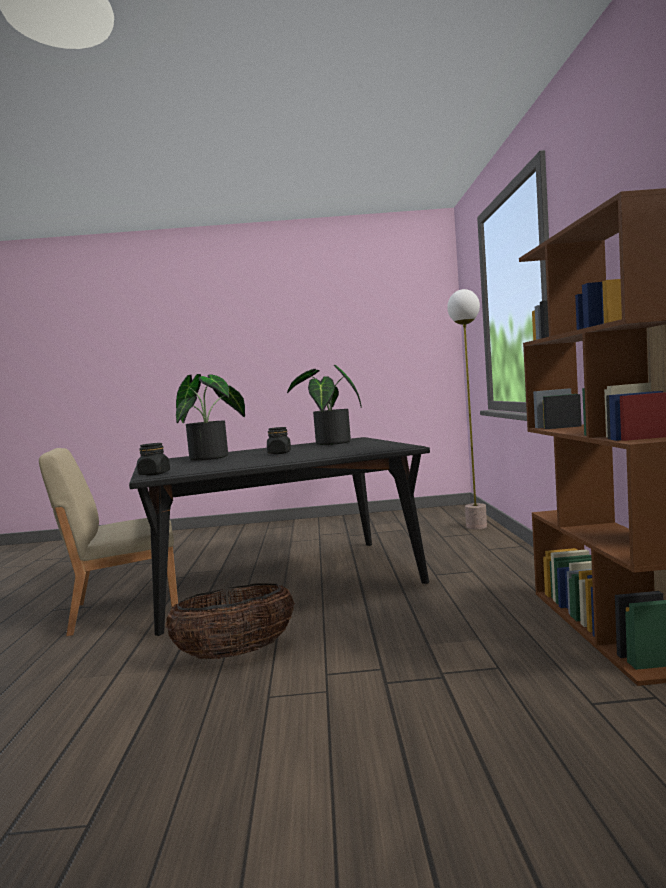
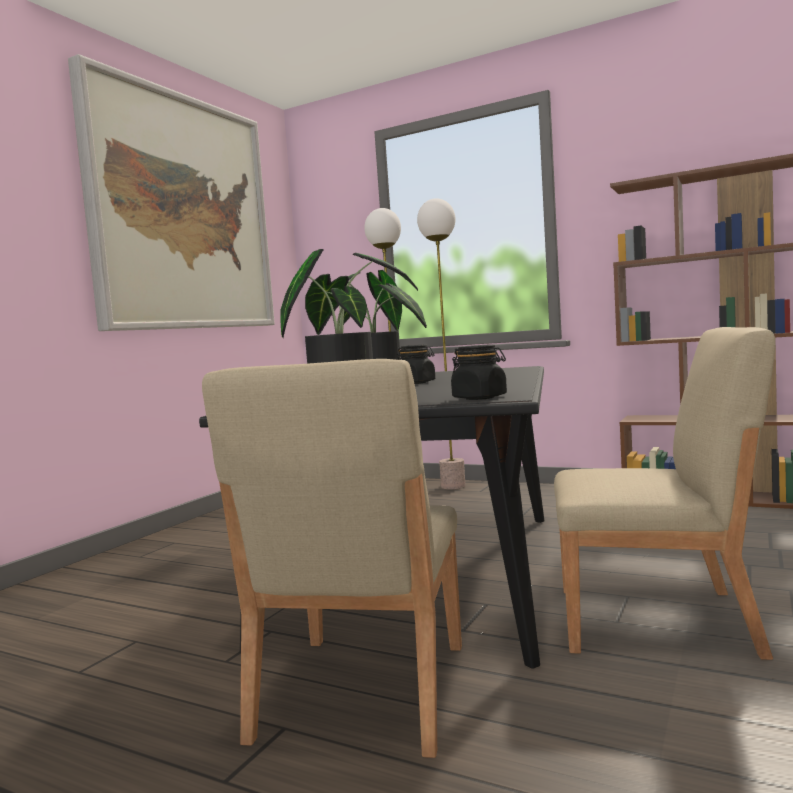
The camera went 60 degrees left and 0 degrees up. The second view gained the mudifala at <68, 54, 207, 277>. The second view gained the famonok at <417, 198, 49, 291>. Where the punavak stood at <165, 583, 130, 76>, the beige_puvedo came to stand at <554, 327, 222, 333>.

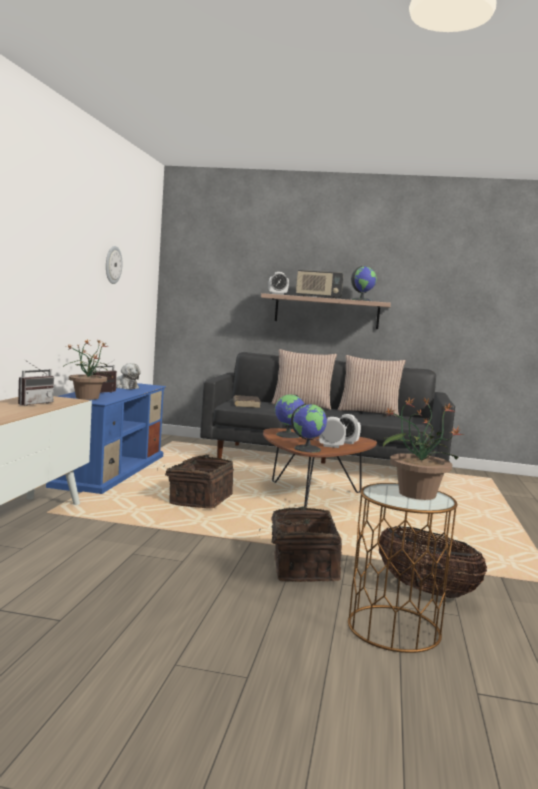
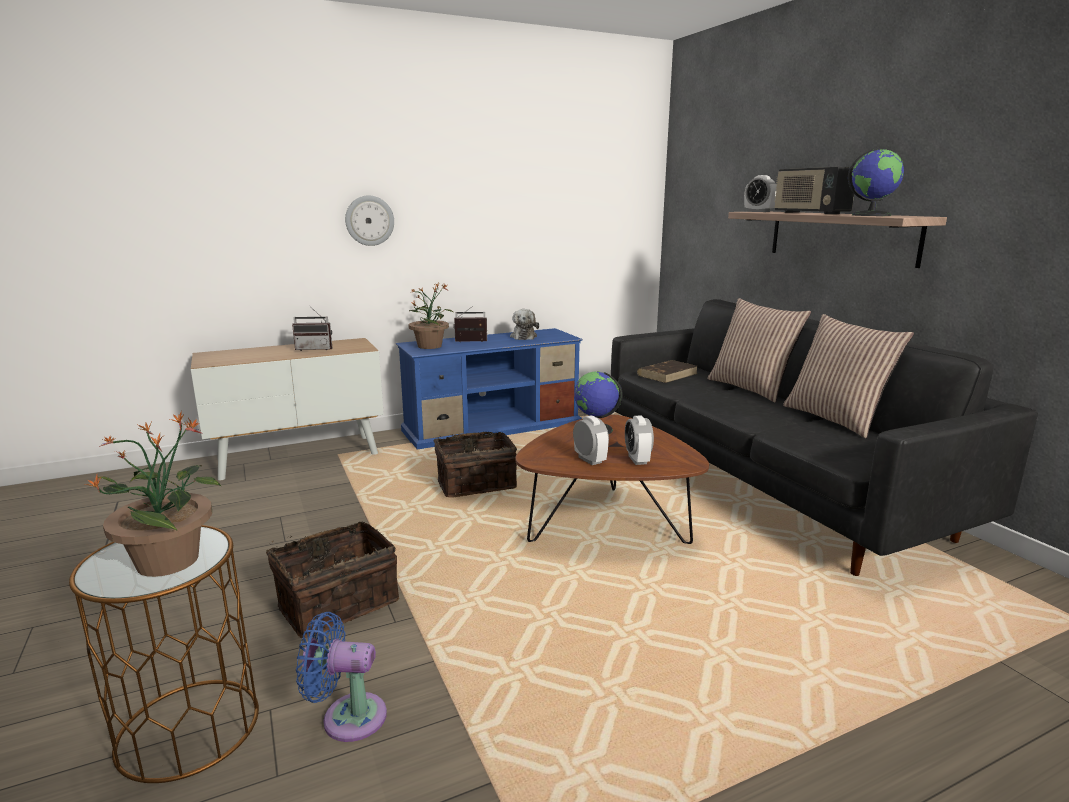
The camera went 55 degrees right and 10 degrees up. Where the punavak stood at <378, 526, 109, 72>, the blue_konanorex came to stand at <296, 612, 91, 130>. The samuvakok ended up elsewhere, having gone from <106, 246, 16, 38> to <345, 195, 49, 51>. The second view lost the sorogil at <291, 404, 36, 48>.

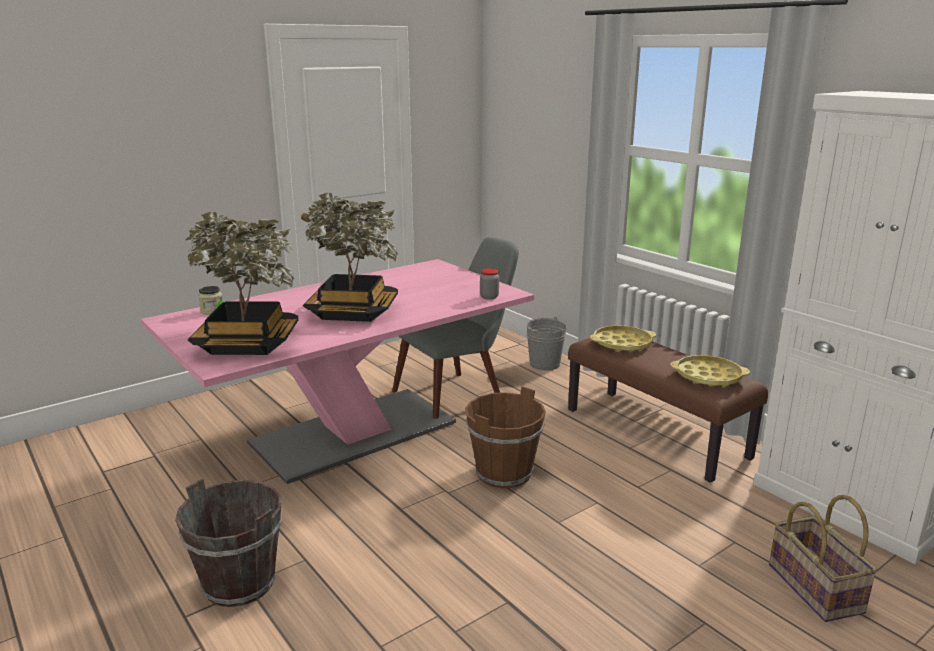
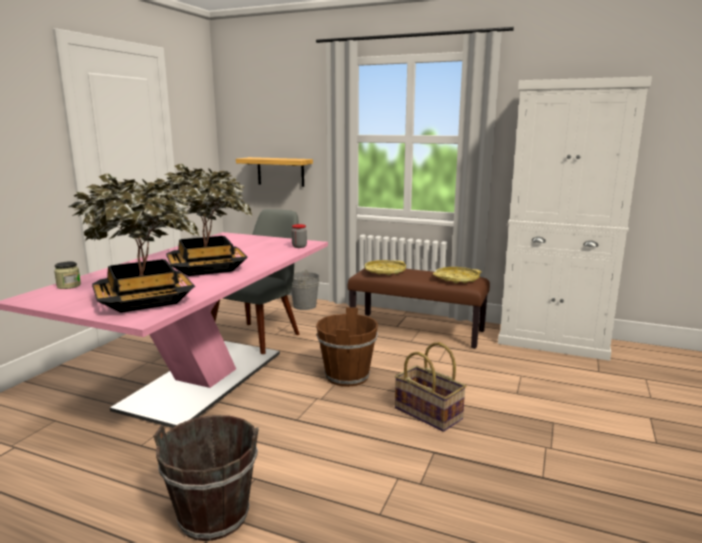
The camera went 30 degrees left and 5 degrees down. The second view gained the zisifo at <236, 157, 77, 30>. The punavak ended up elsewhere, having gone from <769, 495, 109, 127> to <395, 342, 71, 90>.

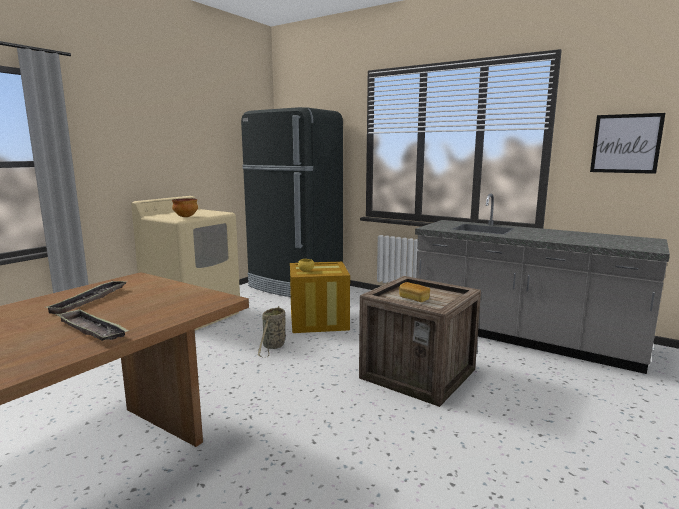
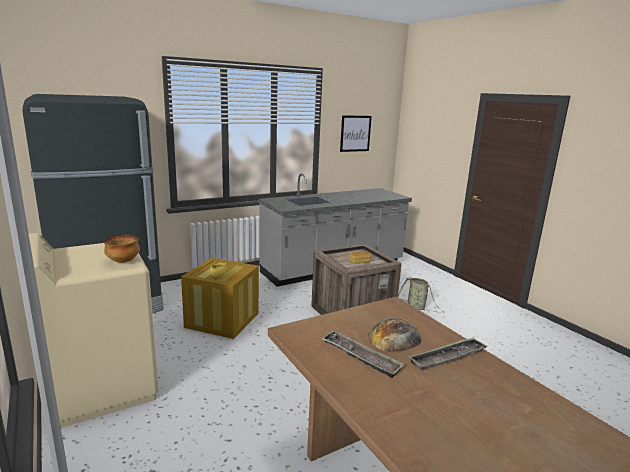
The camera went 65 degrees left and 5 degrees up. The second view gained the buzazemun at <367, 318, 54, 34>. The punavak ended up elsewhere, having gone from <258, 306, 28, 52> to <398, 277, 46, 36>.

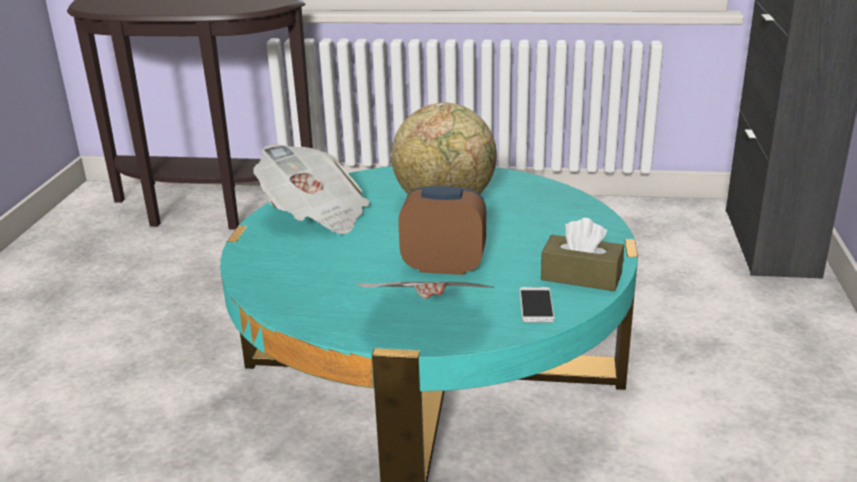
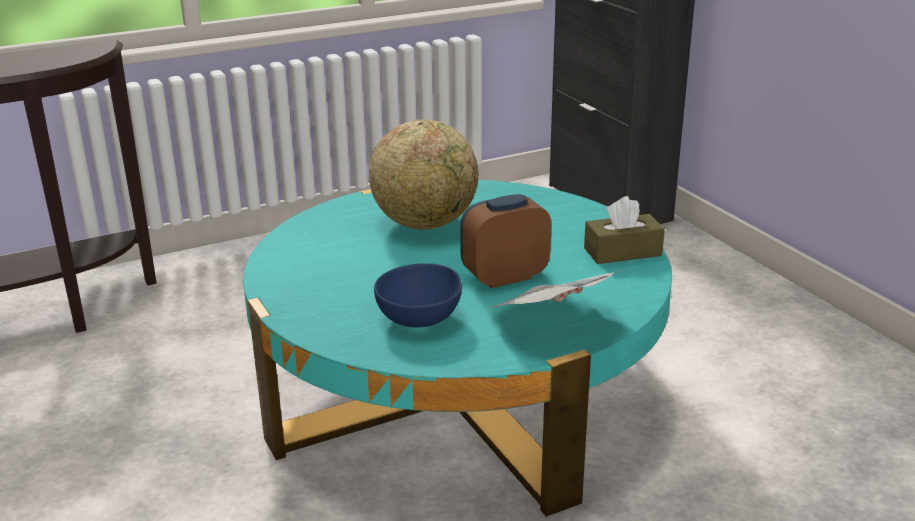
The camera went 35 degrees left and 0 degrees up. The second view gained the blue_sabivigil at <374, 263, 88, 64>. The second view lost the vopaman at <253, 144, 116, 90>. The second view lost the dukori at <519, 287, 36, 35>.

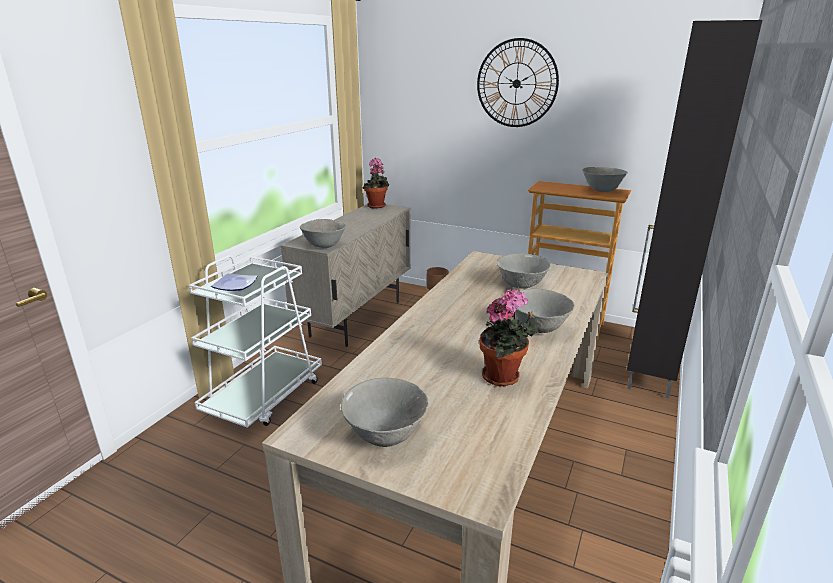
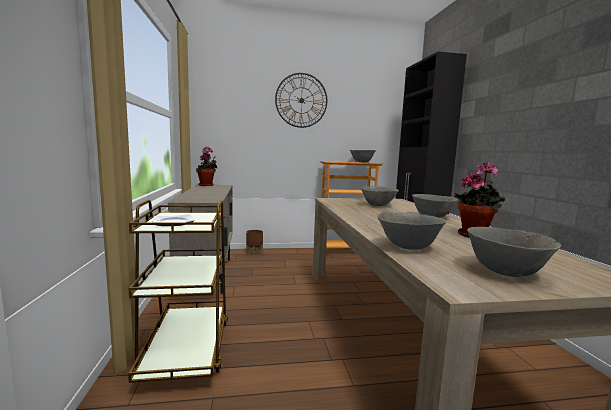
The camera went 35 degrees left and 15 degrees down. What was the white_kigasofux at <189, 255, 133, 173> turned into the brown_kigasofux at <128, 200, 100, 183>. The grey_sabivigil ended up elsewhere, having gone from <300, 219, 46, 29> to <377, 212, 69, 38>.

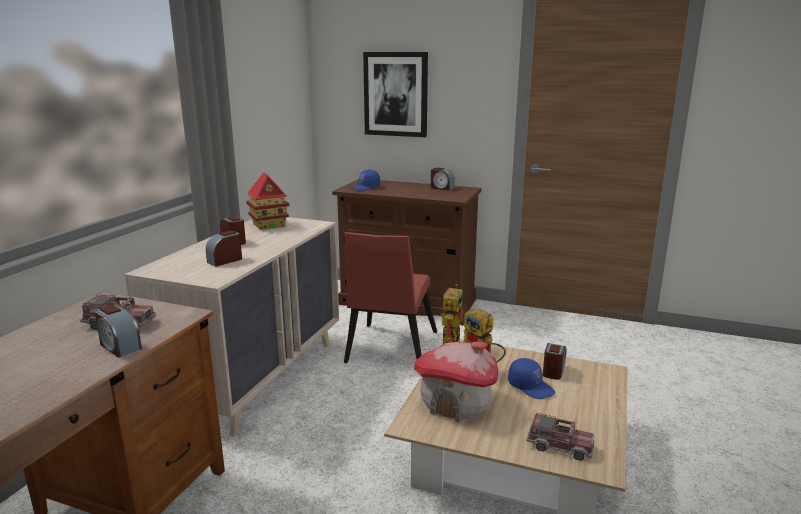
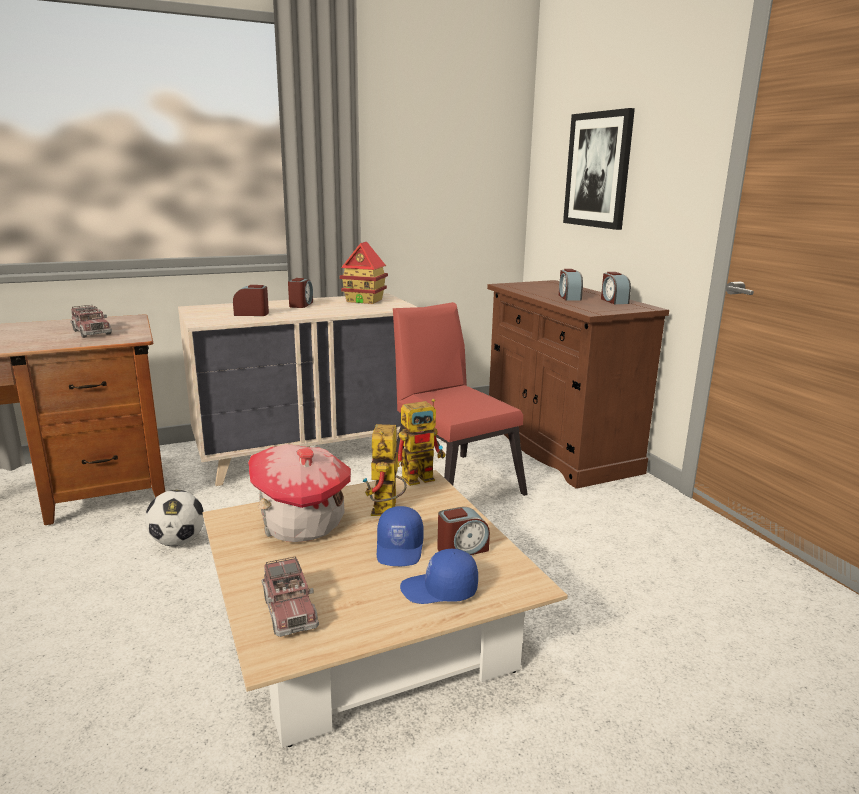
The camera went 45 degrees right and 0 degrees up. The second view gained the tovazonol at <145, 490, 59, 56>. The red_puvedo at <344, 232, 93, 131> ended up facing another way, 90 degrees clockwise from before. The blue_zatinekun ended up elsewhere, having gone from <352, 169, 28, 22> to <400, 549, 78, 55>. The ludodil ended up elsewhere, having gone from <95, 304, 47, 54> to <559, 269, 24, 31>.

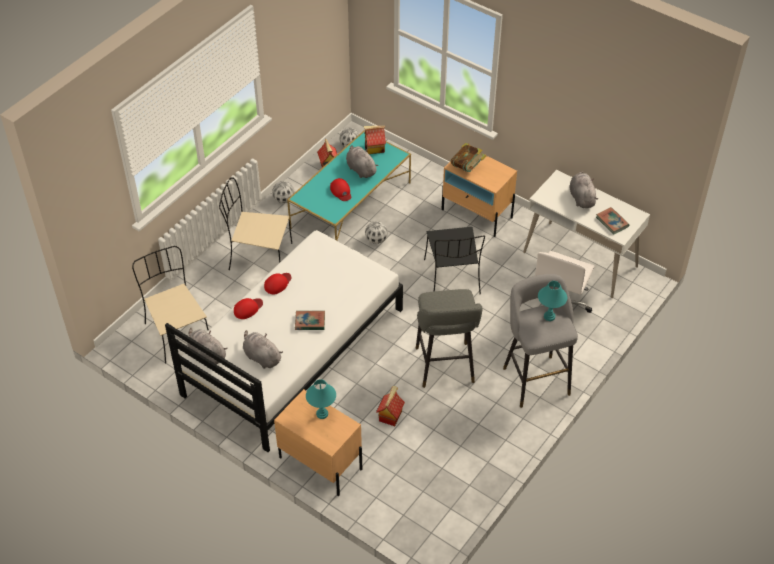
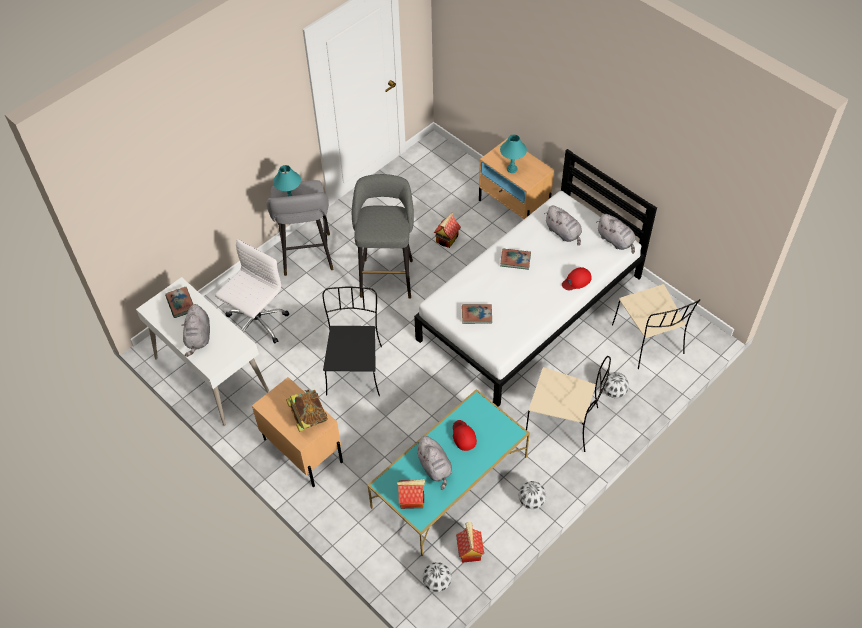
The camera went 170 degrees left and 5 degrees up. The second view gained the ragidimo at <462, 304, 30, 20>. The tovazonol ended up elsewhere, having gone from <365, 221, 23, 23> to <603, 372, 26, 26>. The second view lost the red_zatinekun at <264, 273, 27, 21>.

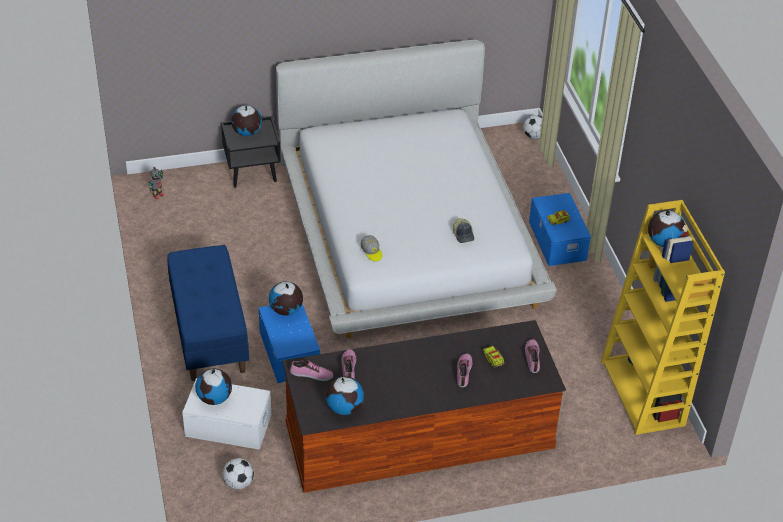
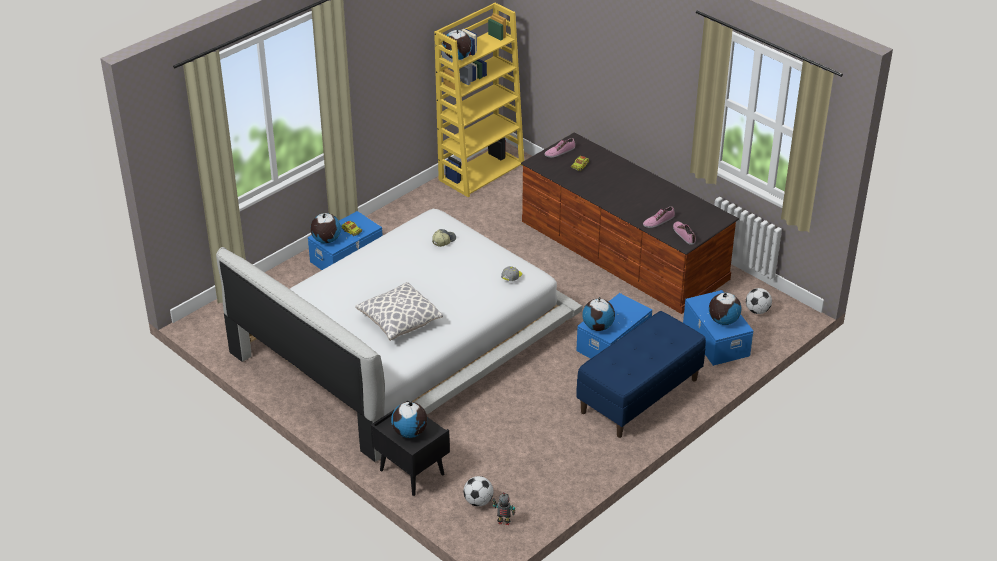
The camera went 120 degrees left and 5 degrees down. The sorogil ended up elsewhere, having gone from <325, 376, 39, 39> to <310, 213, 31, 31>. The second view gained the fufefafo at <355, 282, 88, 59>. The tovazonol ended up elsewhere, having gone from <523, 115, 19, 24> to <463, 476, 31, 30>. What was the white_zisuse at <182, 378, 89, 72> turned into the blue_zisuse at <683, 290, 70, 76>. The second view lost the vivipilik at <457, 354, 16, 33>.

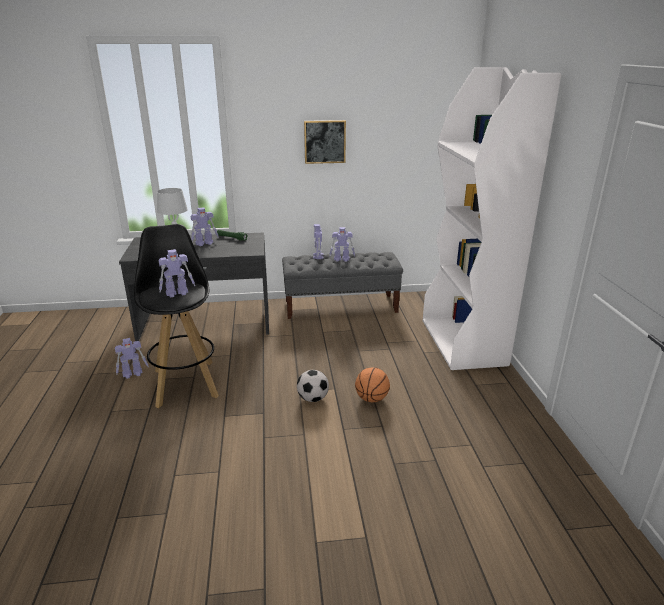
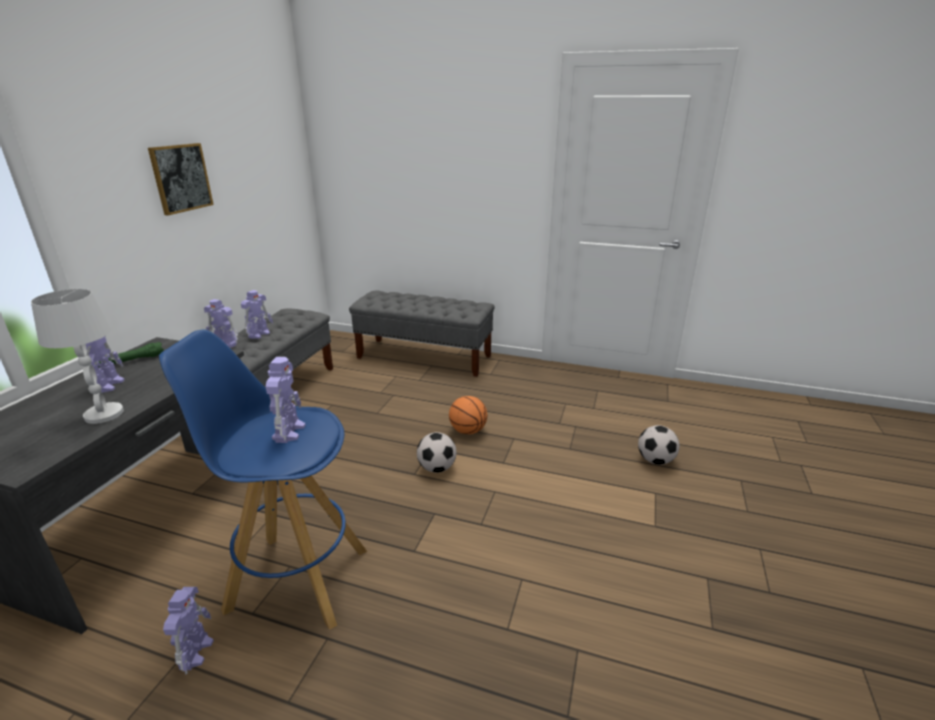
The camera went 65 degrees left and 0 degrees up. What was the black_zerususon at <134, 224, 85, 184> turned into the blue_zerususon at <159, 330, 208, 300>. Where the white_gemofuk stood at <423, 67, 139, 303>, the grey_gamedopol came to stand at <349, 291, 146, 86>. The second view gained the tovazonol at <638, 425, 41, 40>.

